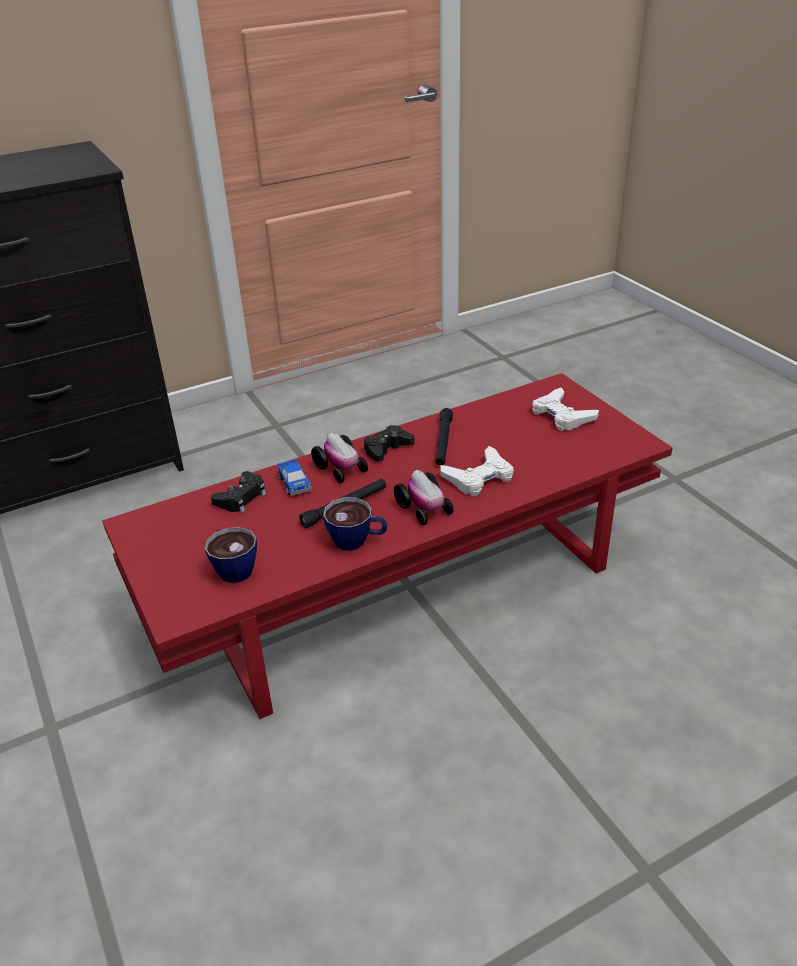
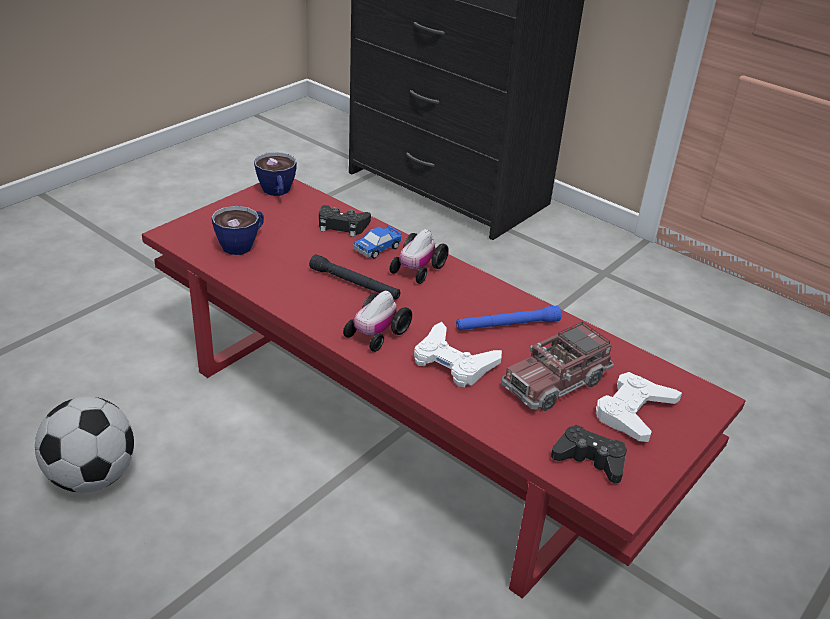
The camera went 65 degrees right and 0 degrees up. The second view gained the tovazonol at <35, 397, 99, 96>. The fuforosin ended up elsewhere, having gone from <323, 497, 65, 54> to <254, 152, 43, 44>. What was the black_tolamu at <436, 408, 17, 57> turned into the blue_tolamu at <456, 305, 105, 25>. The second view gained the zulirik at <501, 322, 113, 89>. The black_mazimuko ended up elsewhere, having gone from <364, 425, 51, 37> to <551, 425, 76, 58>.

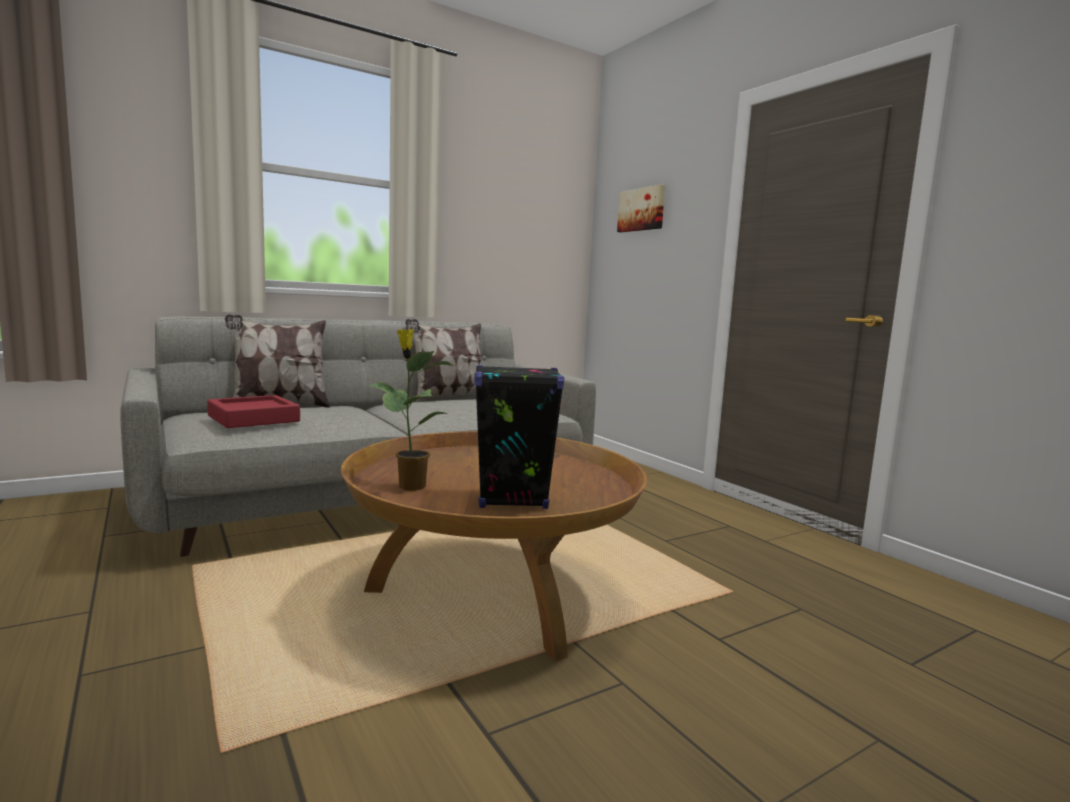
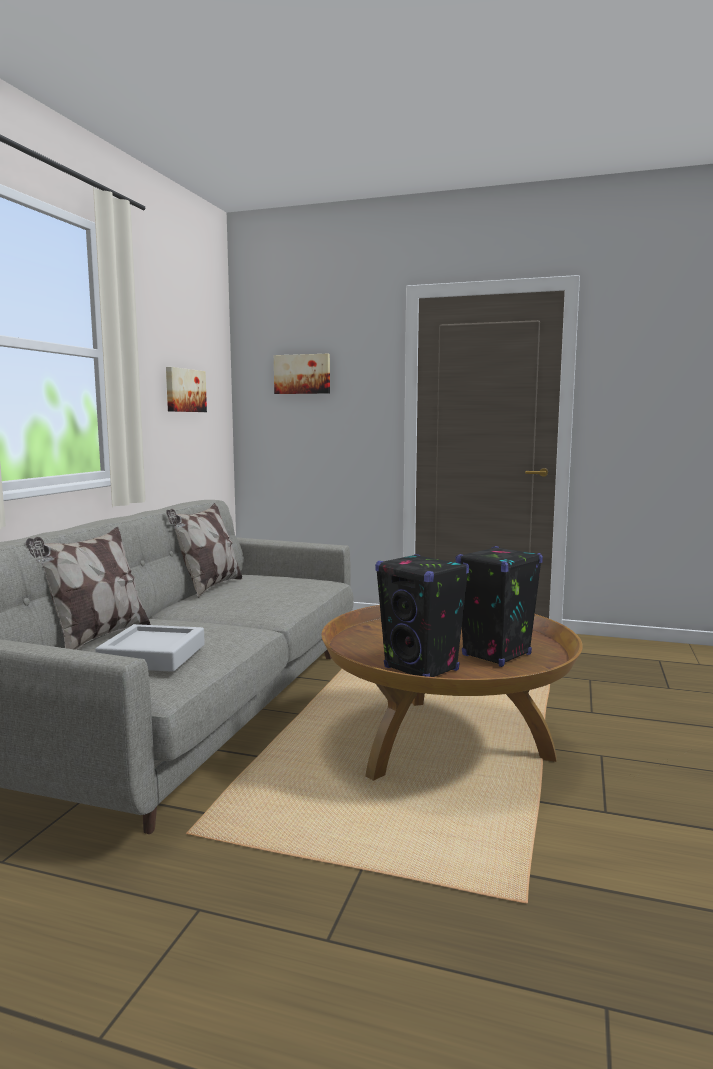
The camera went 40 degrees left and 0 degrees up. What was the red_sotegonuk at <207, 395, 93, 33> turned into the grey_sotegonuk at <95, 624, 110, 48>. The second view gained the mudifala at <166, 367, 41, 45>. Where the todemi stood at <368, 329, 87, 162>, the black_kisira came to stand at <375, 554, 94, 123>.

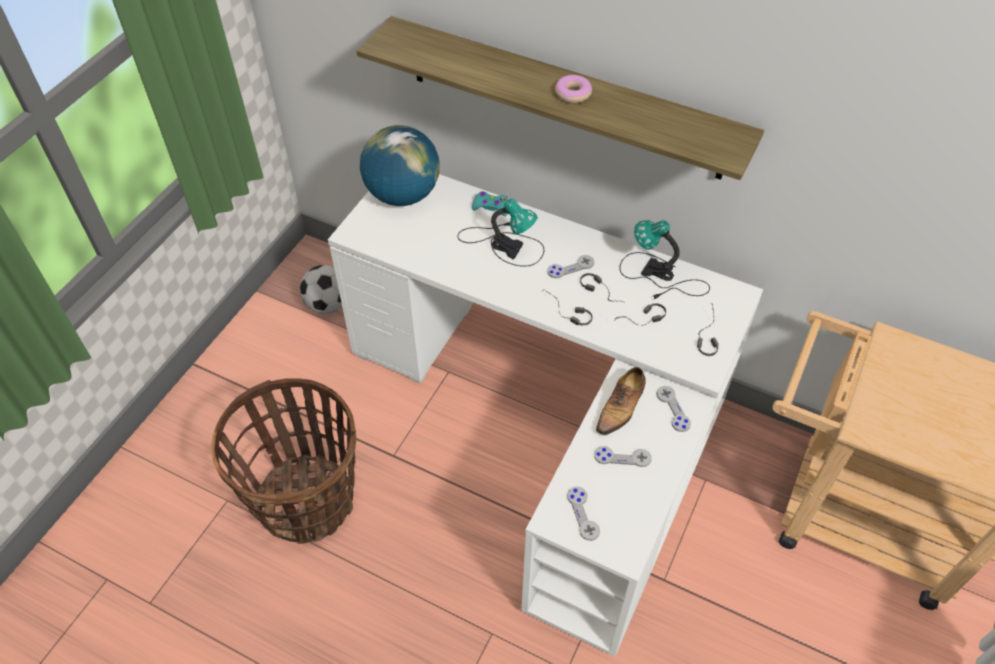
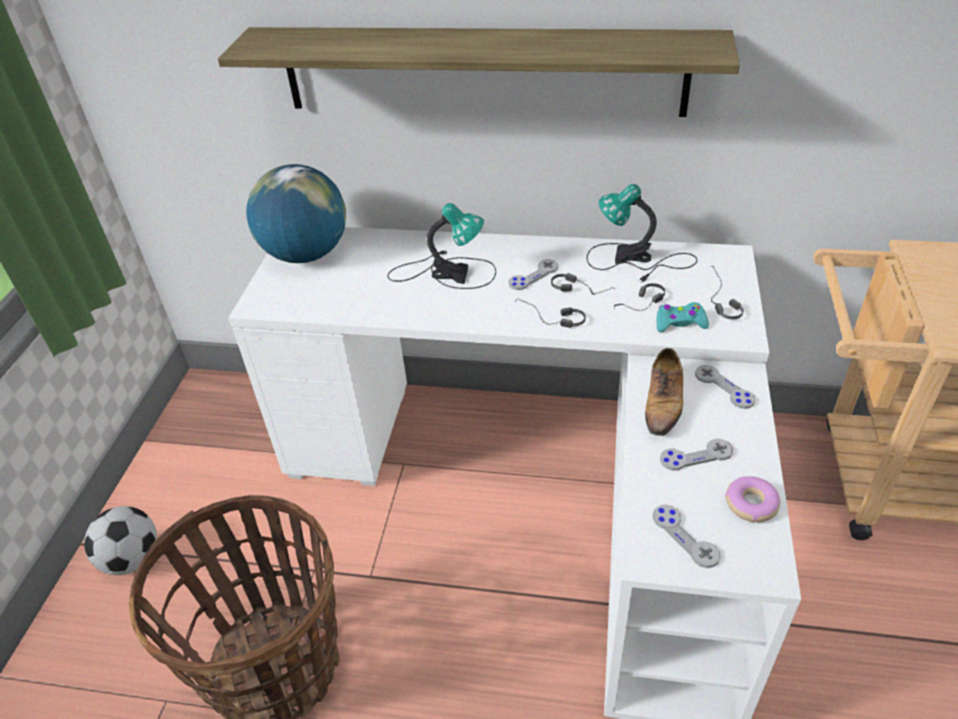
The camera went 15 degrees left and 10 degrees down. The tovazonol ended up elsewhere, having gone from <300, 265, 42, 48> to <84, 506, 73, 69>. The turquoise_mazimuko ended up elsewhere, having gone from <472, 191, 36, 25> to <656, 302, 53, 30>. The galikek ended up elsewhere, having gone from <555, 75, 37, 28> to <725, 476, 55, 46>.

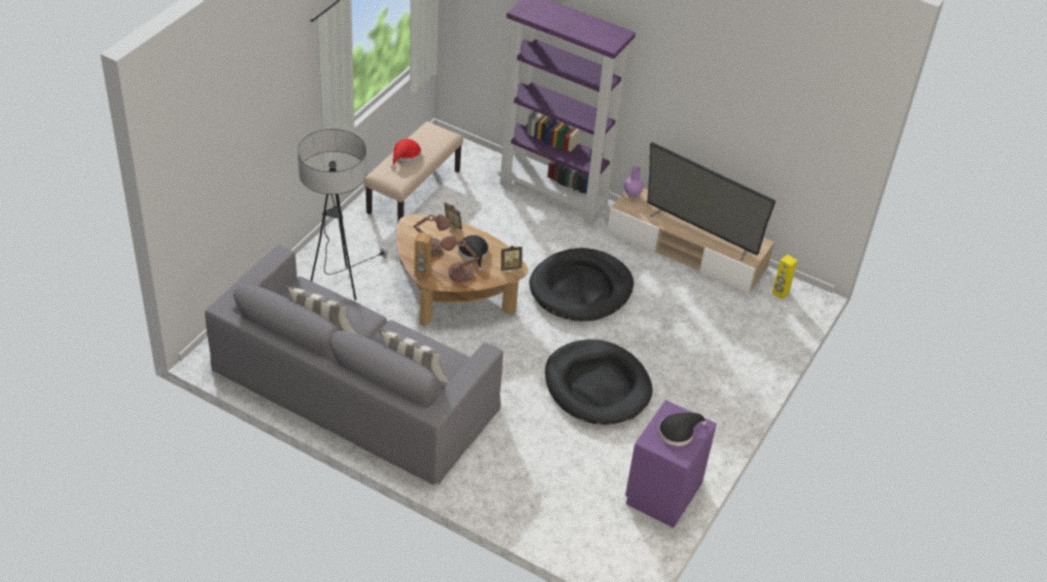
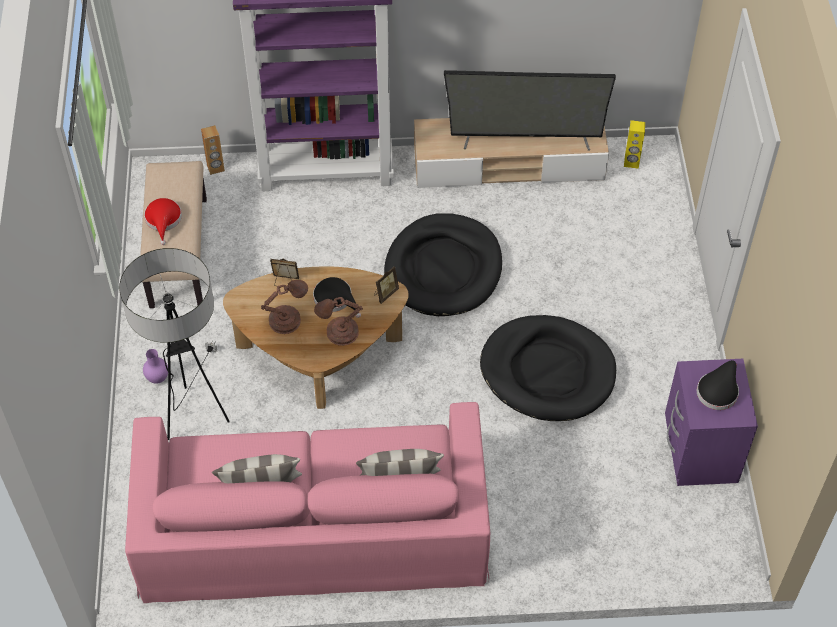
The camera went 30 degrees left and 10 degrees up. What was the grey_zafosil at <205, 245, 298, 240> turned into the pink_zafosil at <125, 402, 365, 201>. The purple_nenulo ended up elsewhere, having gone from <624, 166, 19, 31> to <143, 349, 25, 35>. The brown_kisira ended up elsewhere, having gone from <414, 232, 17, 47> to <201, 125, 24, 50>.

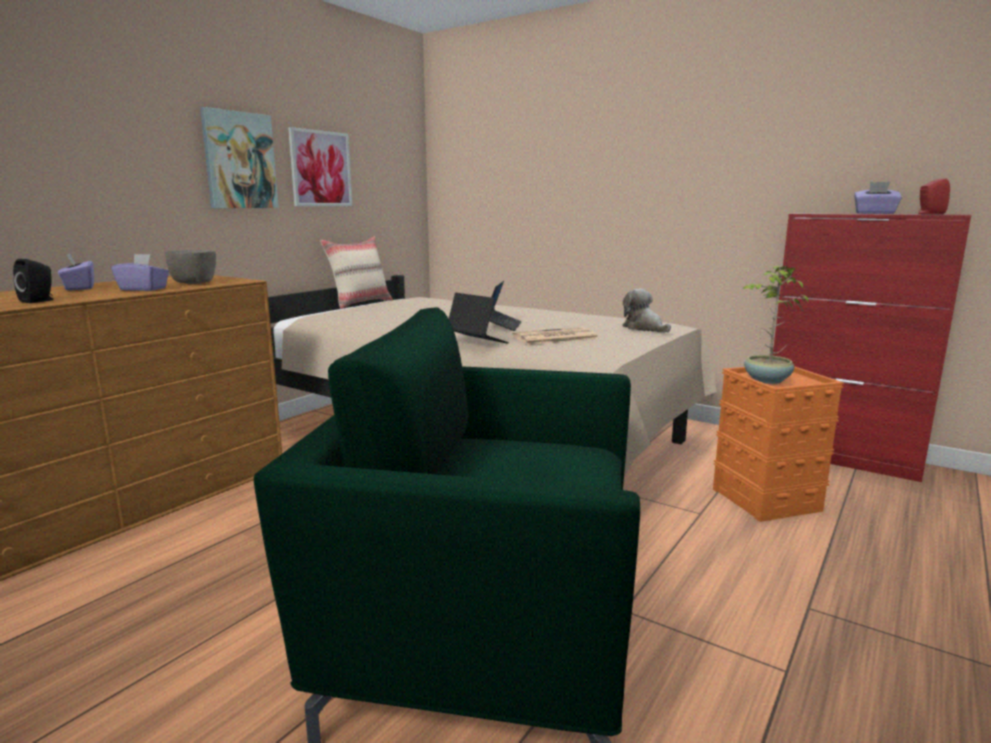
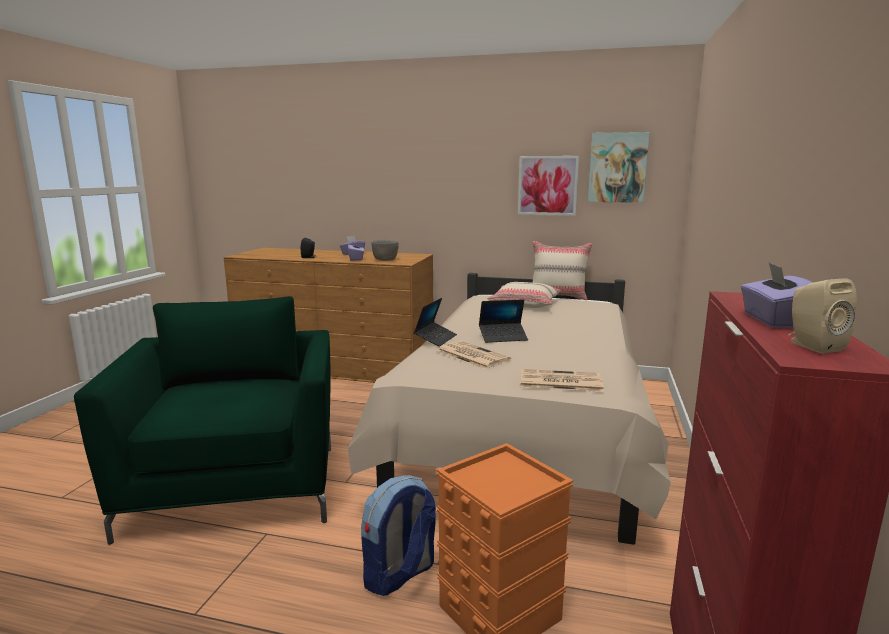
The camera went 70 degrees right and 0 degrees up. The second view gained the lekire at <361, 475, 75, 121>. The second view gained the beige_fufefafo at <487, 282, 74, 26>. Where the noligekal stood at <623, 288, 48, 45>, the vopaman came to stand at <521, 369, 83, 23>. The mudifala ended up elsewhere, having gone from <200, 107, 79, 101> to <588, 132, 62, 71>. What was the red_kisira at <918, 178, 32, 36> turned into the beige_kisira at <788, 278, 69, 76>. The second view lost the todemi at <743, 265, 65, 119>.

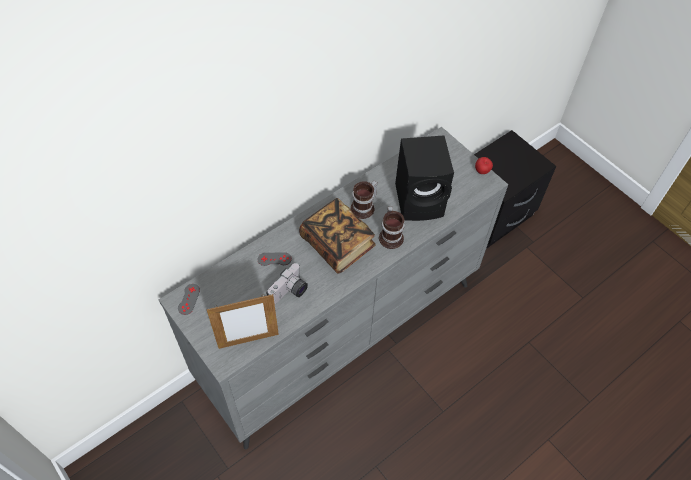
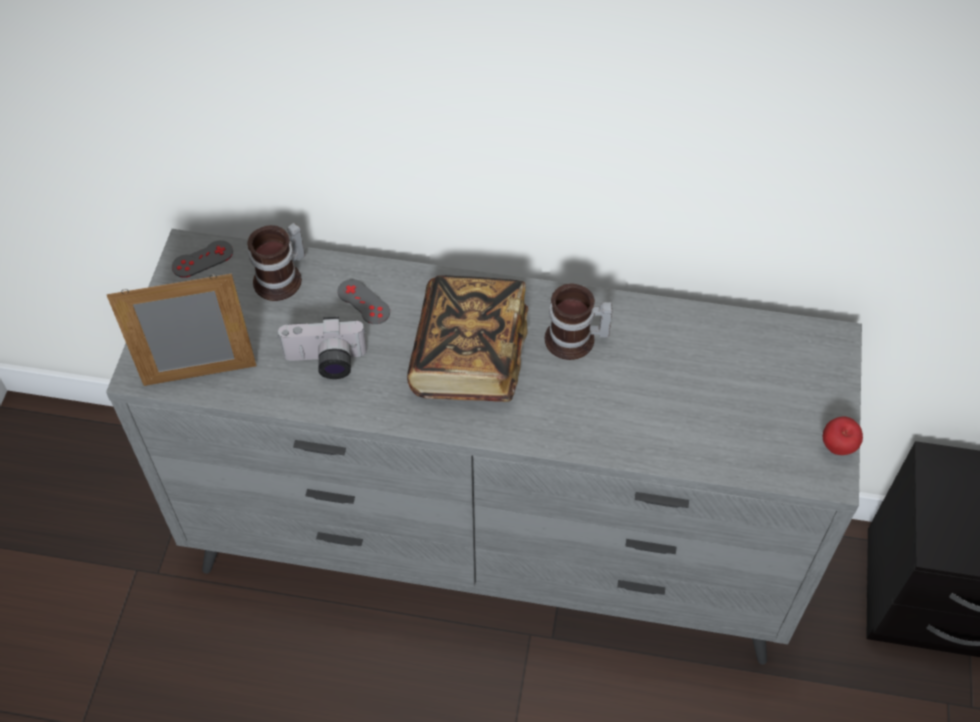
The camera went 50 degrees right and 0 degrees up. The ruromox at <207, 294, 72, 55> ended up facing another way, 135 degrees clockwise from before. The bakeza ended up elsewhere, having gone from <379, 207, 26, 42> to <247, 223, 58, 78>. The second view lost the black_kisira at <395, 136, 59, 85>.

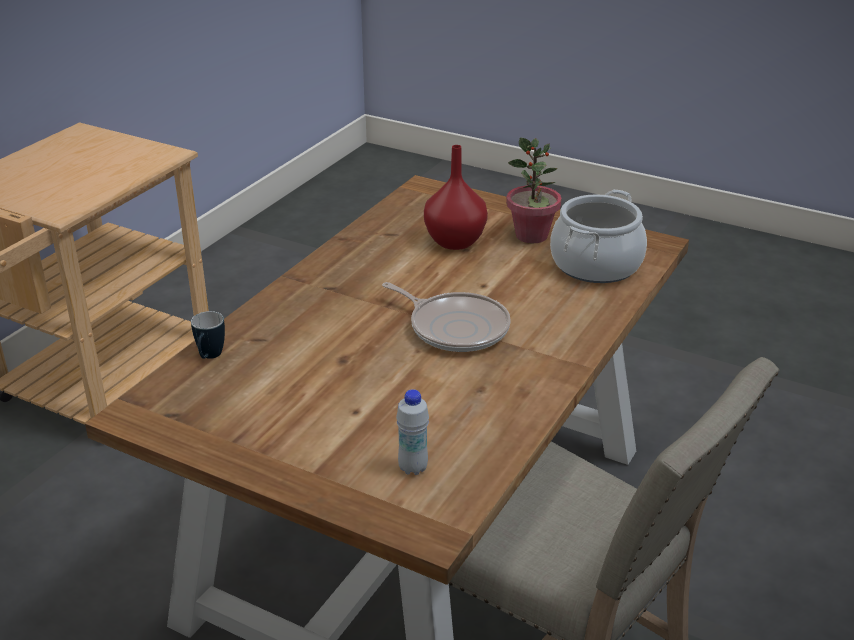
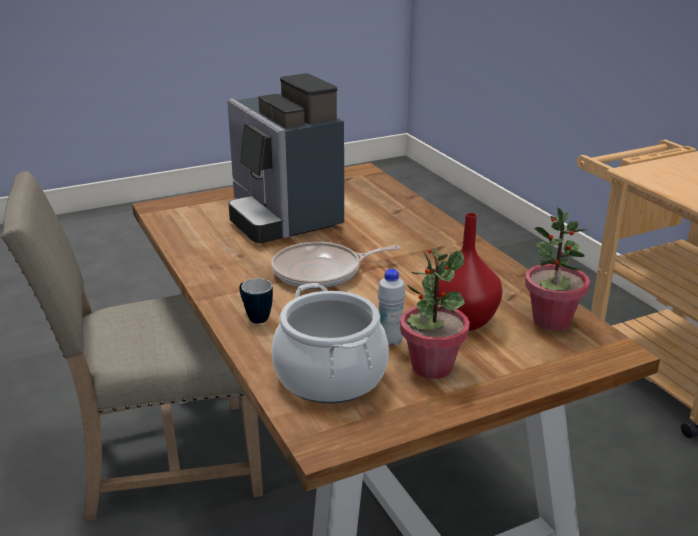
The camera went 125 degrees right and 5 degrees down. The second view gained the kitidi at <227, 73, 117, 171>. The bakeza ended up elsewhere, having gone from <191, 311, 34, 48> to <240, 279, 33, 45>. The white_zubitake ended up elsewhere, having gone from <396, 389, 33, 86> to <377, 269, 28, 78>. The second view gained the todemi at <525, 207, 65, 124>.

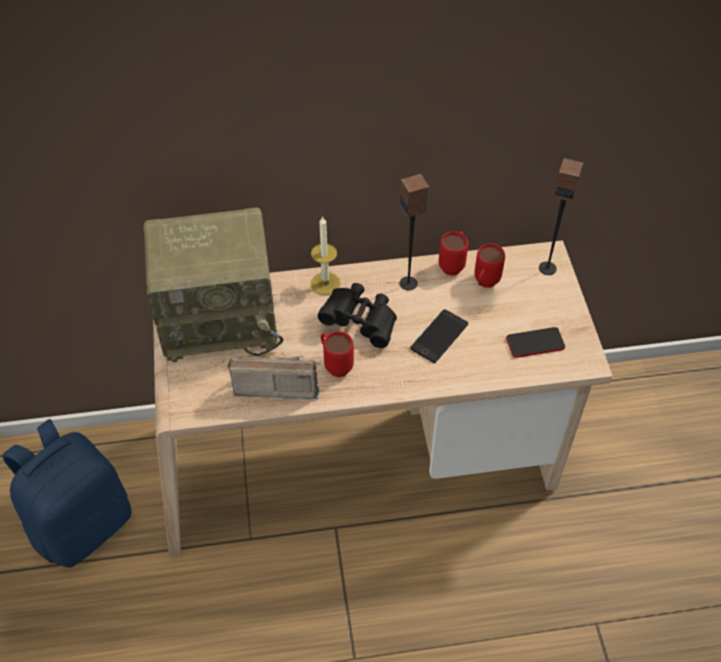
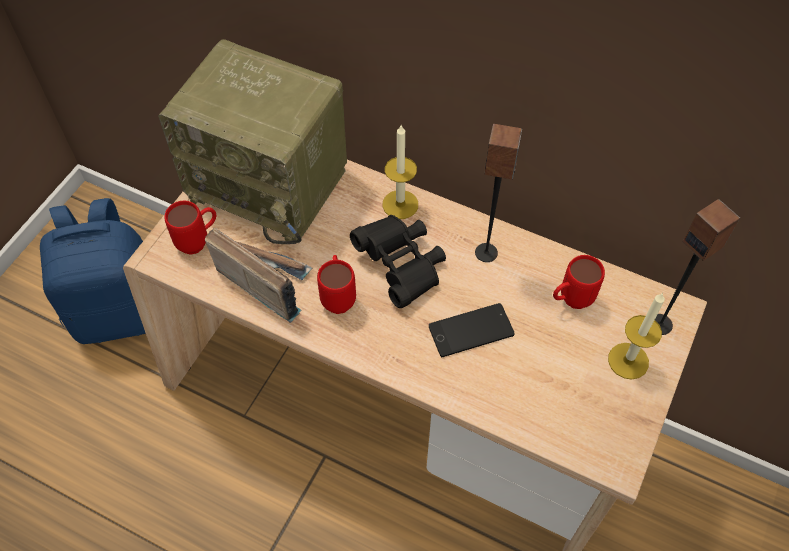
The camera went 35 degrees right and 5 degrees up. The red_bakeza ended up elsewhere, having gone from <439, 231, 29, 45> to <165, 201, 51, 54>. The second view gained the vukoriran at <608, 293, 57, 87>. The second view lost the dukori at <506, 327, 59, 31>.

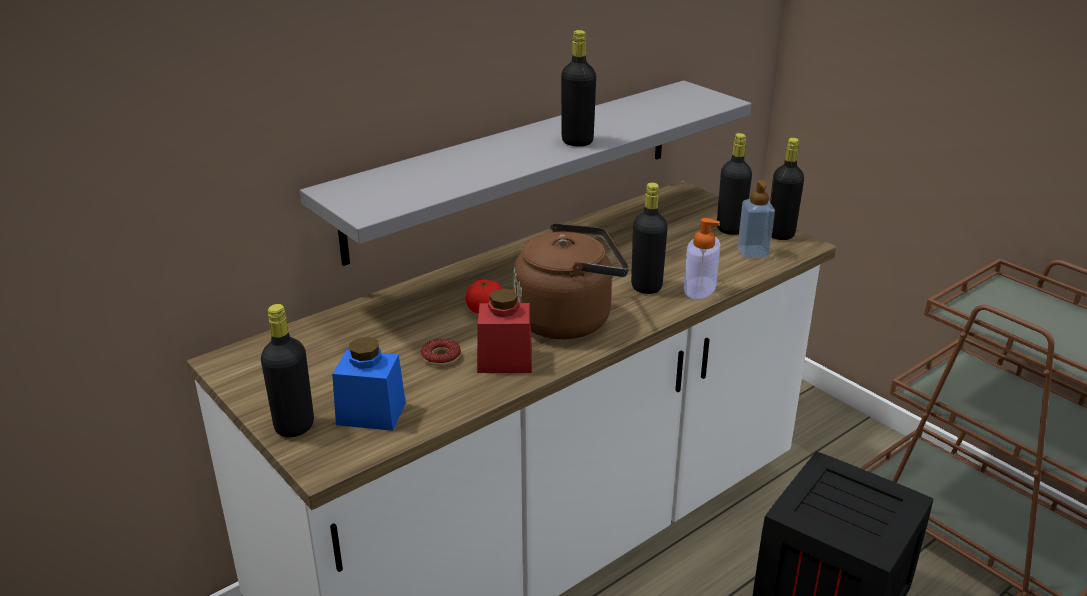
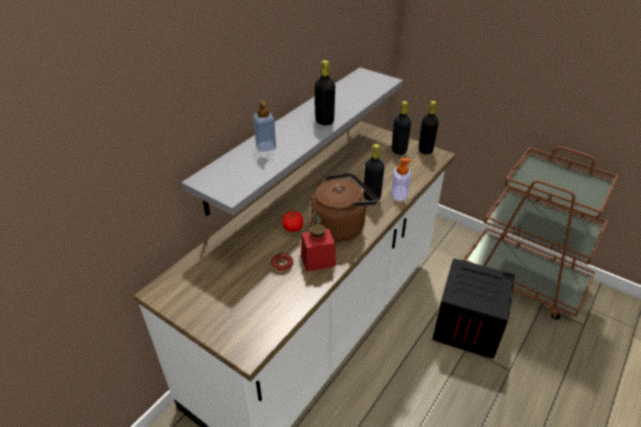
The camera went 15 degrees left and 10 degrees up. The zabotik ended up elsewhere, having gone from <737, 180, 38, 78> to <253, 101, 23, 51>. The second view lost the black_zubitake at <261, 304, 53, 133>. The second view lost the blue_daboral at <332, 337, 74, 94>.

